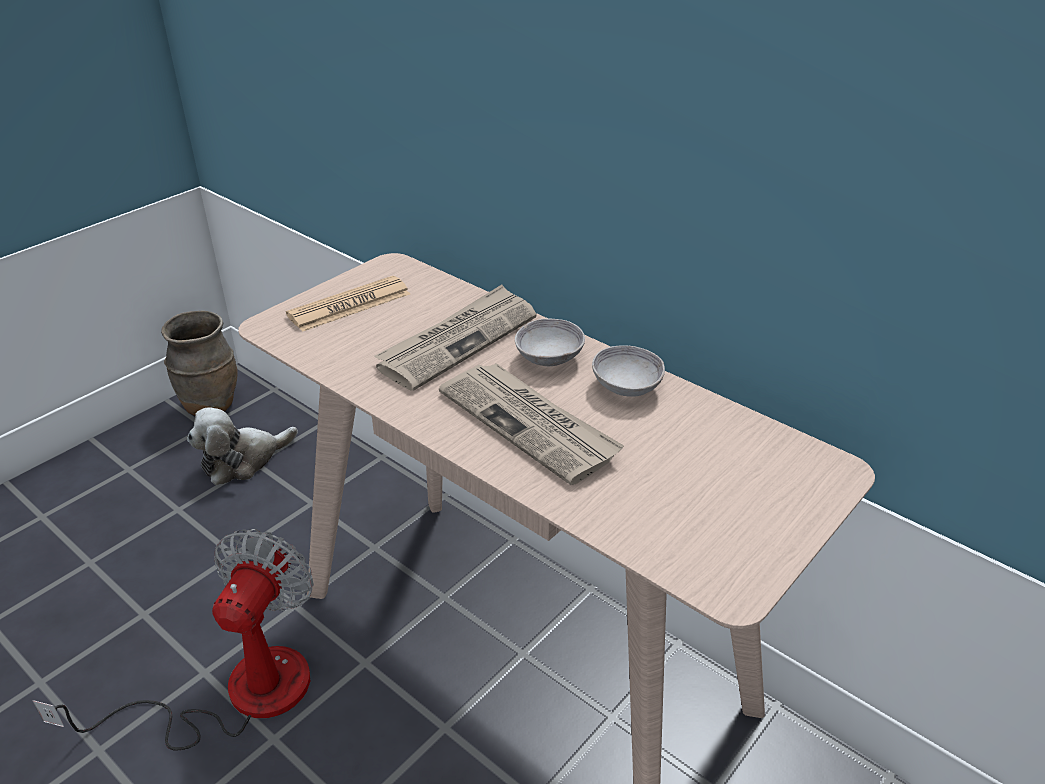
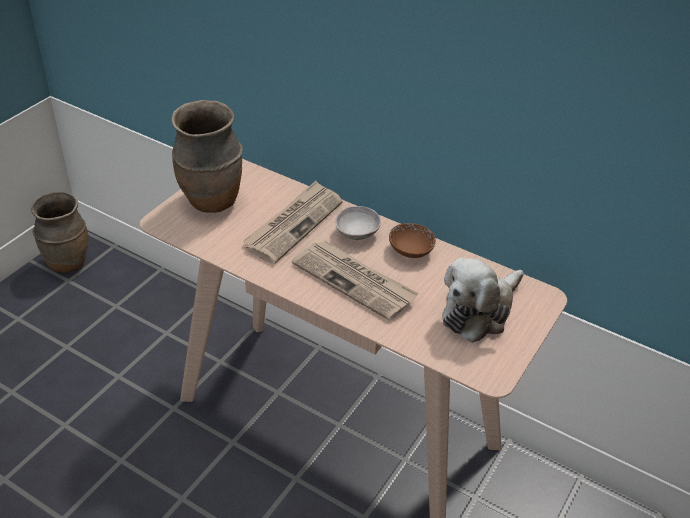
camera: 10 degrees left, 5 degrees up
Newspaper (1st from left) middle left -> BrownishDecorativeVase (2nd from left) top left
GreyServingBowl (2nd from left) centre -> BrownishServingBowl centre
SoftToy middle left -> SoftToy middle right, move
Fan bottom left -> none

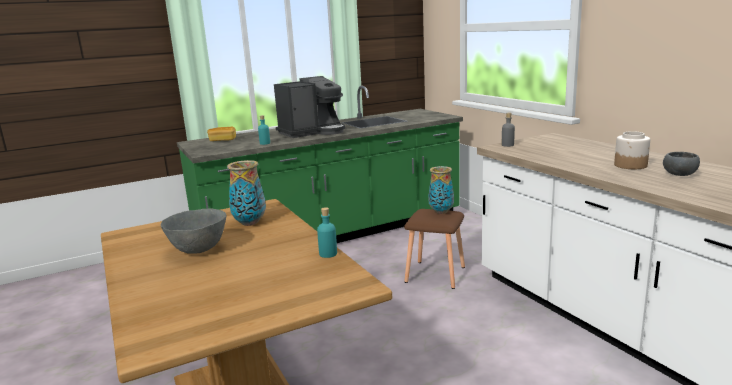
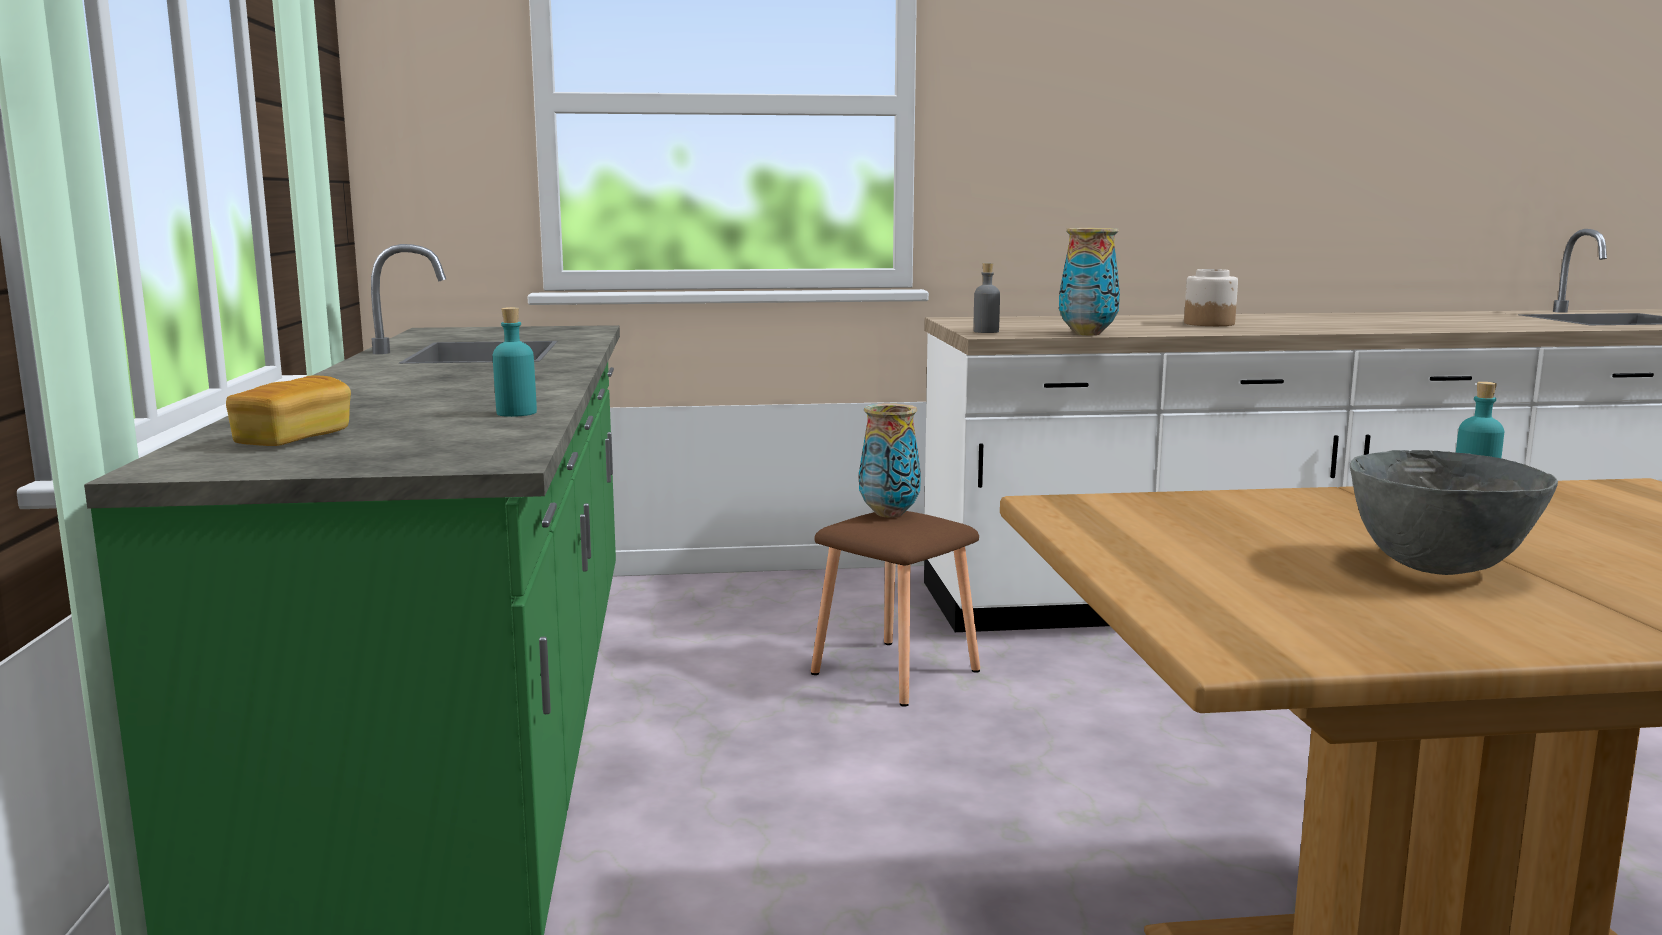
camera: 70 degrees left, 5 degrees down
CoffeeBrewer top centre -> none
GreyServingBowl (2nd from left) middle right -> none
DecorativeVase (1st from left in the first image) centre -> DecorativeVase (2nd from left) top centre, move

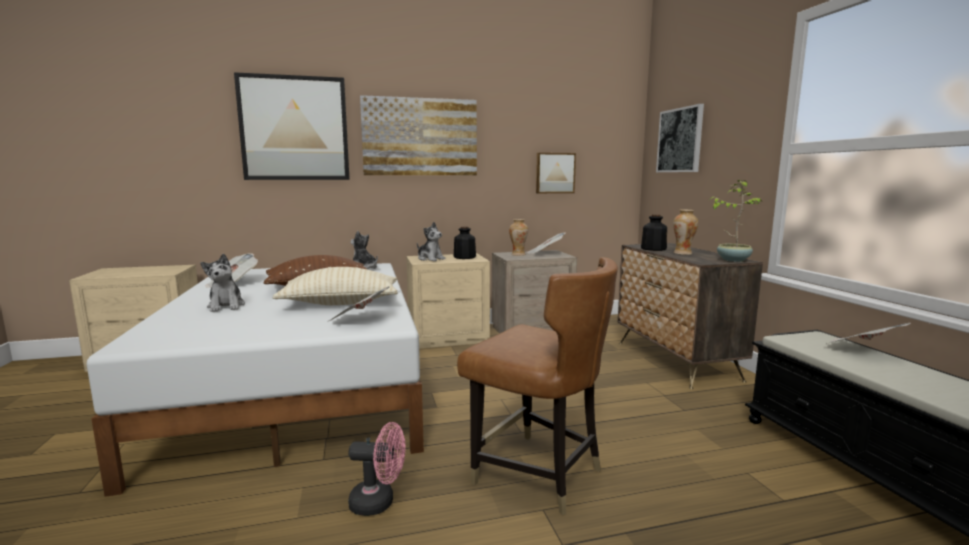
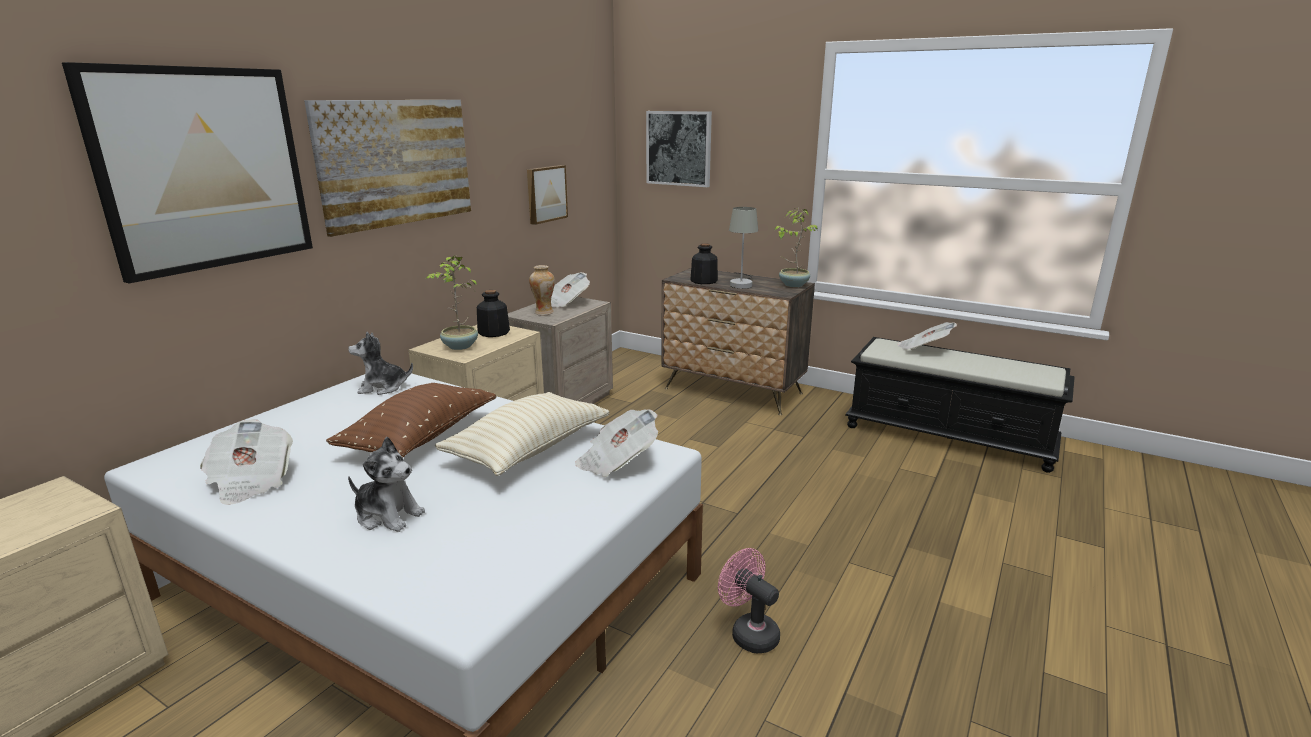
camera: 45 degrees left, 10 degrees up
DecorativeVase (2nd from left) middle right -> GreyTableLamp centre
SoftToy (3rd from left) centre -> PottedPlant (1st from left) centre
BrownishPlainChair bottom centre -> none
PinkColouredFan bottom centre, 90 degrees counterclockwise

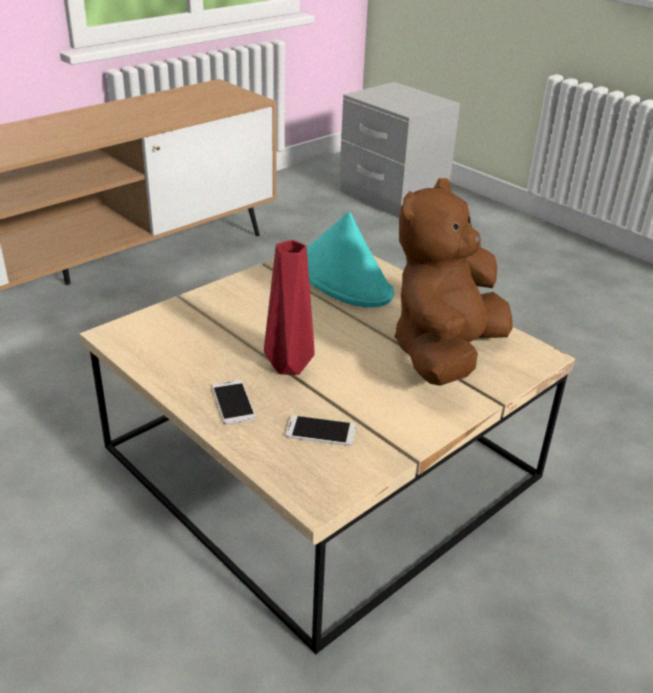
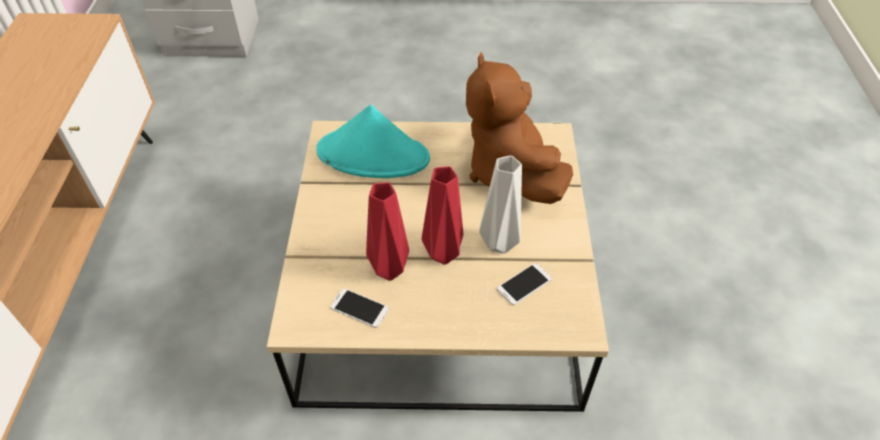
camera: 45 degrees left, 15 degrees up
Phone (1st from left) centre -> Phone (1st from left) bottom centre, move
none -> GreyDecorativeVase centre
none -> RedDecorativeVase (1st from left) centre

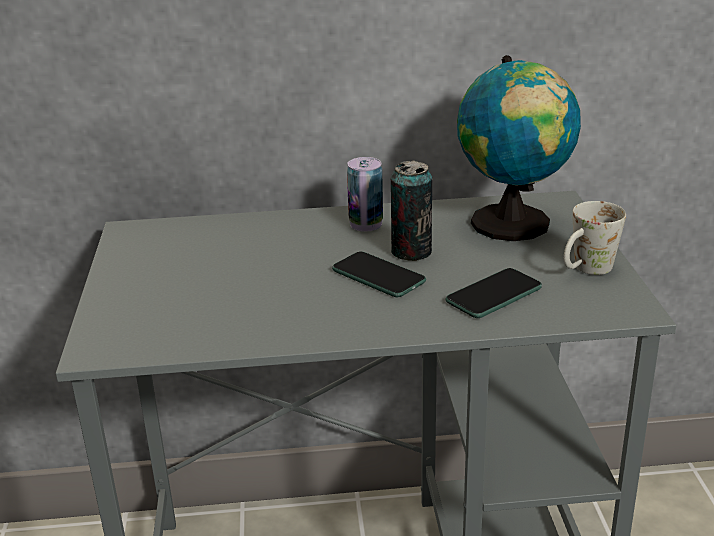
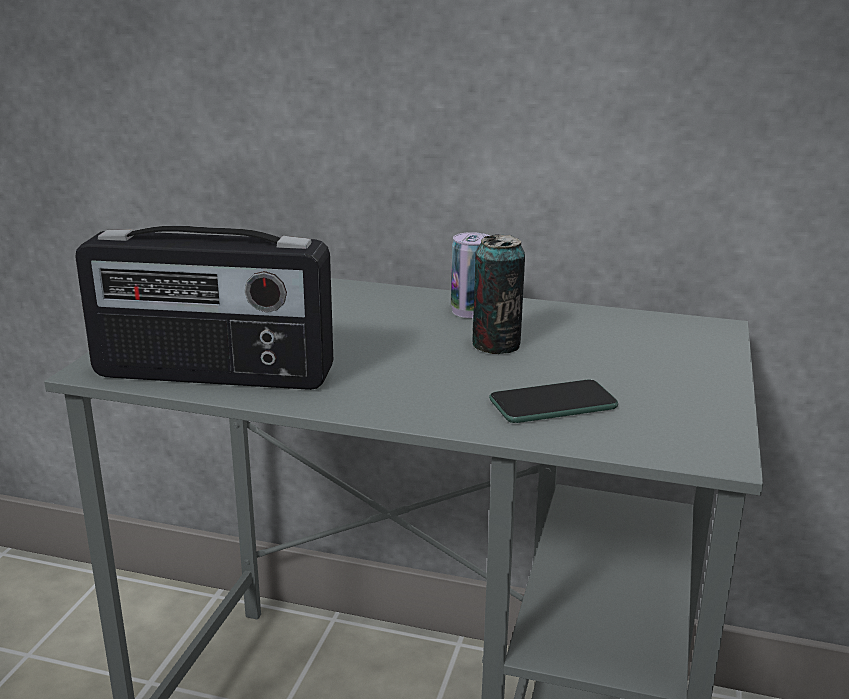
camera: 20 degrees right, 5 degrees down
DeskGlobe top right -> none
WhiteColouredCoffeeMug middle right -> none
Phone (1st from left) centre -> none
none -> RadioSet middle left

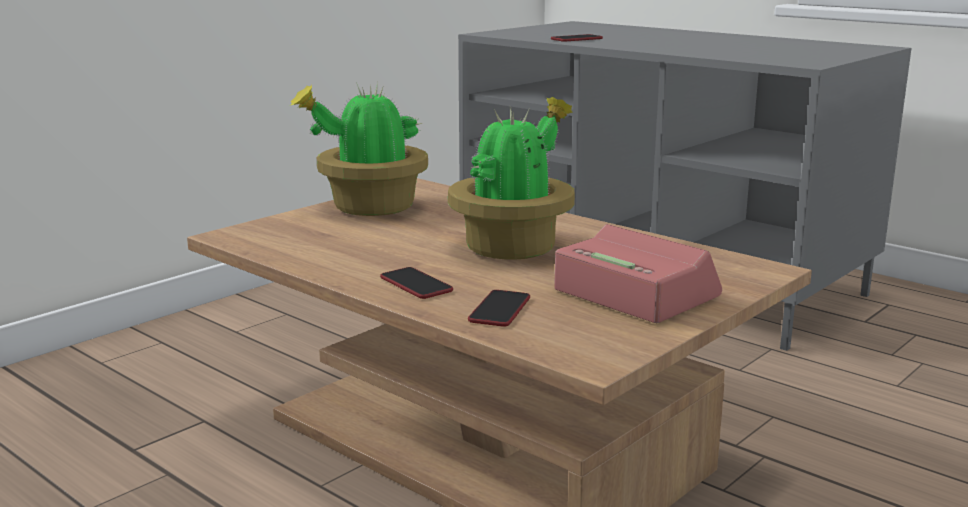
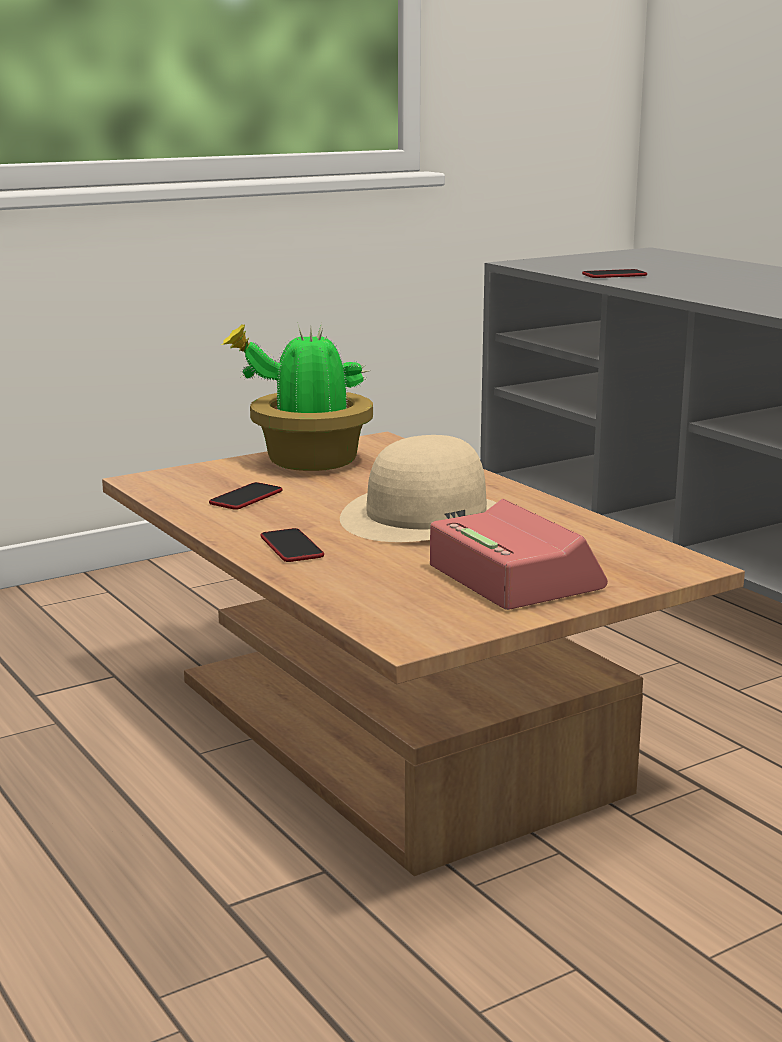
camera: 15 degrees right, 0 degrees up
PottedPlant (2nd from left) centre -> BeigeClothingHat centre
Phone (2nd from left in the first image) centre -> Phone (1st from left) middle left, move

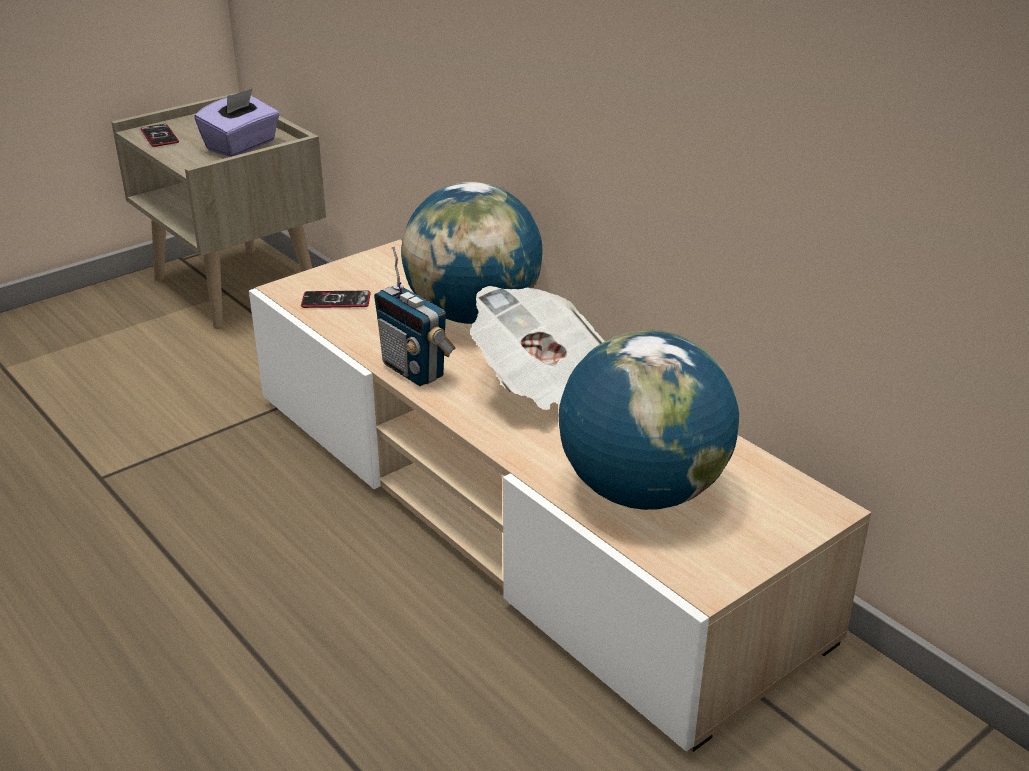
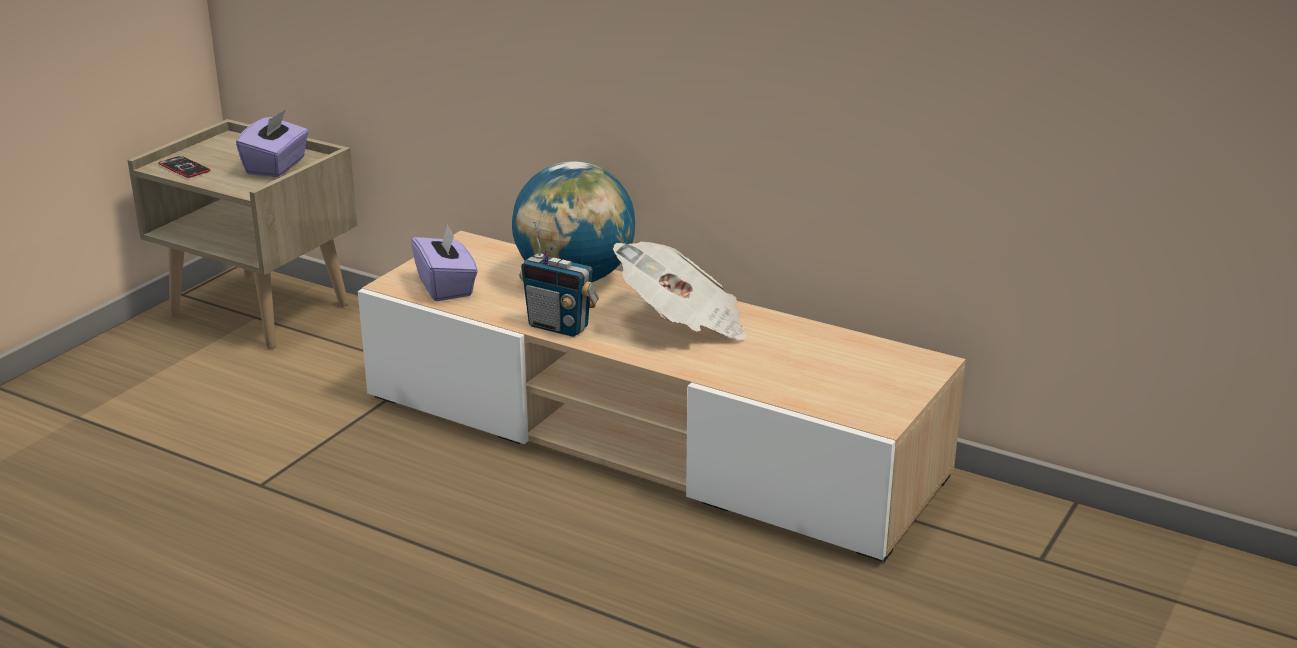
camera: 20 degrees left, 5 degrees down
Phone (2nd from left) middle left -> PurpleBoxOfTissues (2nd from left) centre
DeskGlobe (2nd from left) centre -> none

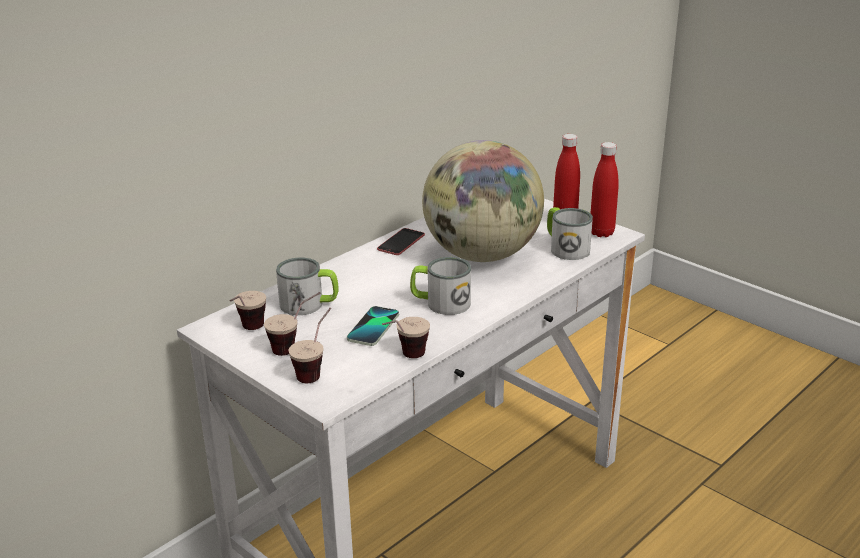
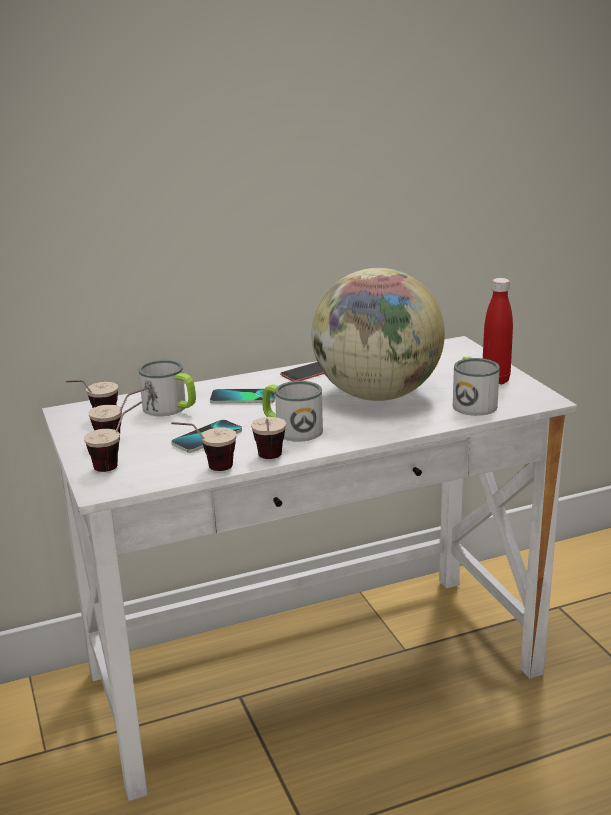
camera: 25 degrees right, 5 degrees down
RedBeverageBottle (2nd from left) middle right -> none
none -> Phone (2nd from left) centre
none -> Cup (5th from left) centre

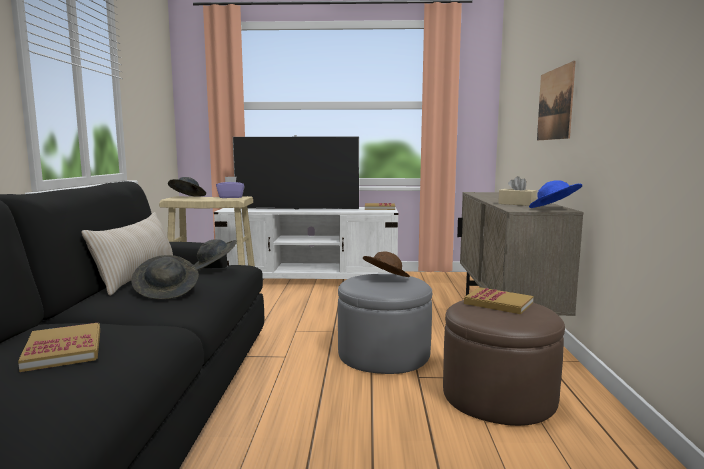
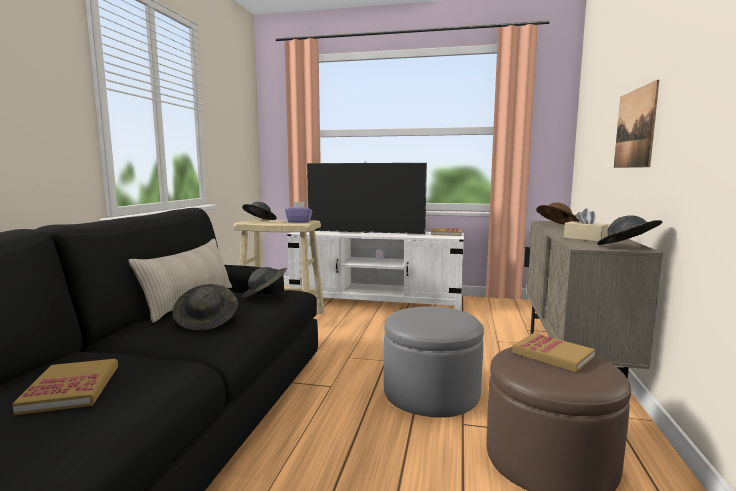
camera: 10 degrees right, 0 degrees up
BluishClothingHat middle right -> GreyClothingHat (4th from left) middle right
BrownishClothingHat centre -> BrownishClothingHat middle right, move

